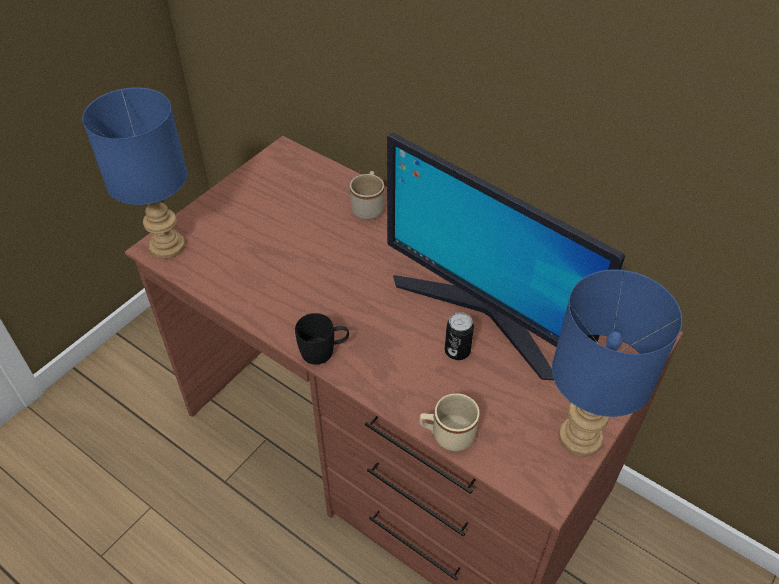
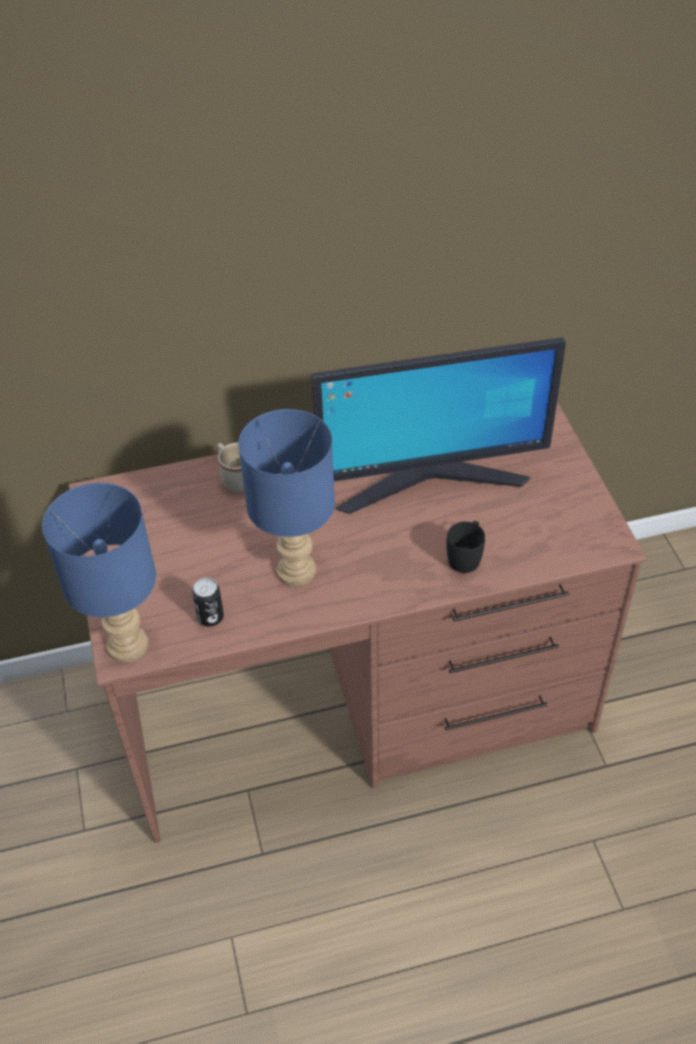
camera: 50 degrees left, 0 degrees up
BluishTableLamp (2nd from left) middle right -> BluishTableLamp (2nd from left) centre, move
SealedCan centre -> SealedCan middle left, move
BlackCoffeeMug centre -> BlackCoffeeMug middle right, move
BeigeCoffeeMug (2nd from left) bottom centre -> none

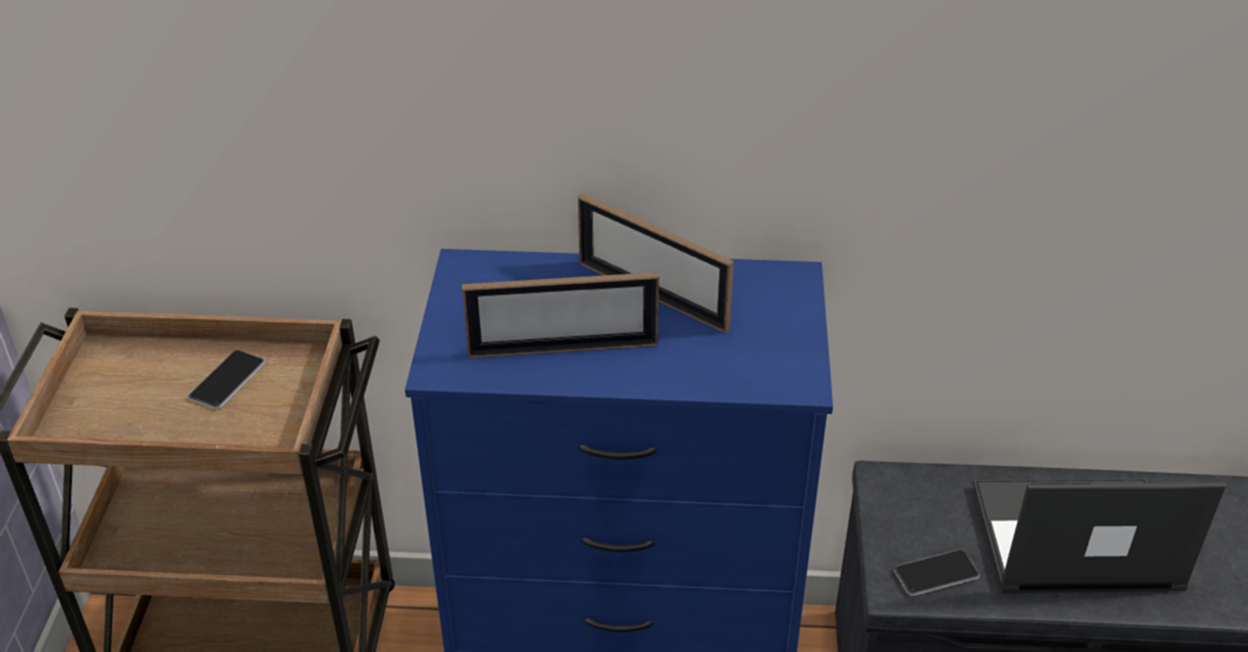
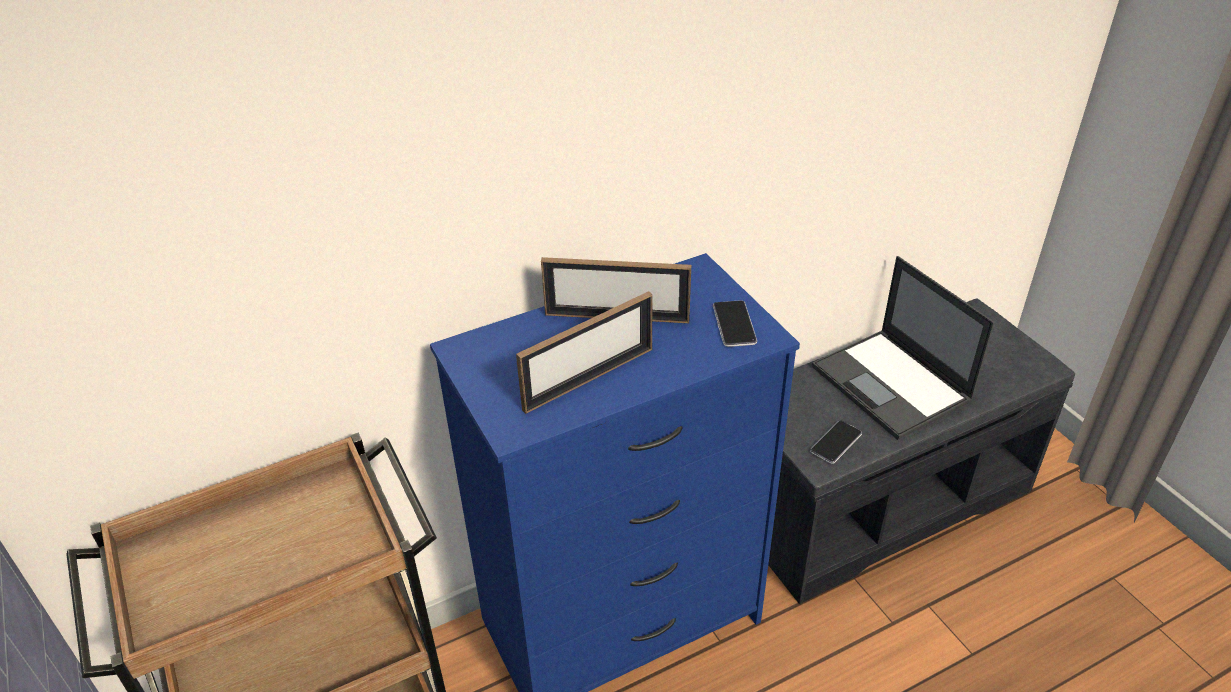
camera: 30 degrees left, 0 degrees up
Phone (1st from left) middle left -> Phone (1st from left) centre, move
Laptop bottom right -> Laptop middle right, 90 degrees counterclockwise

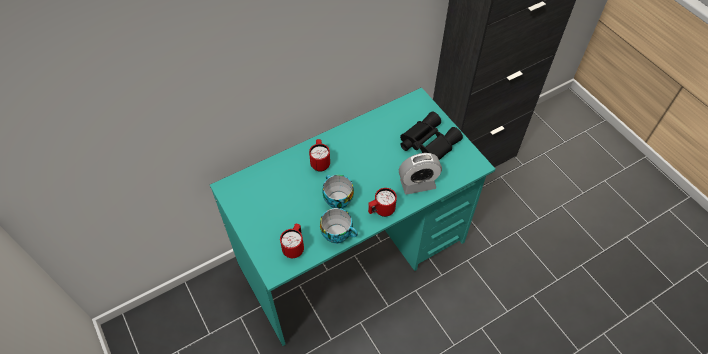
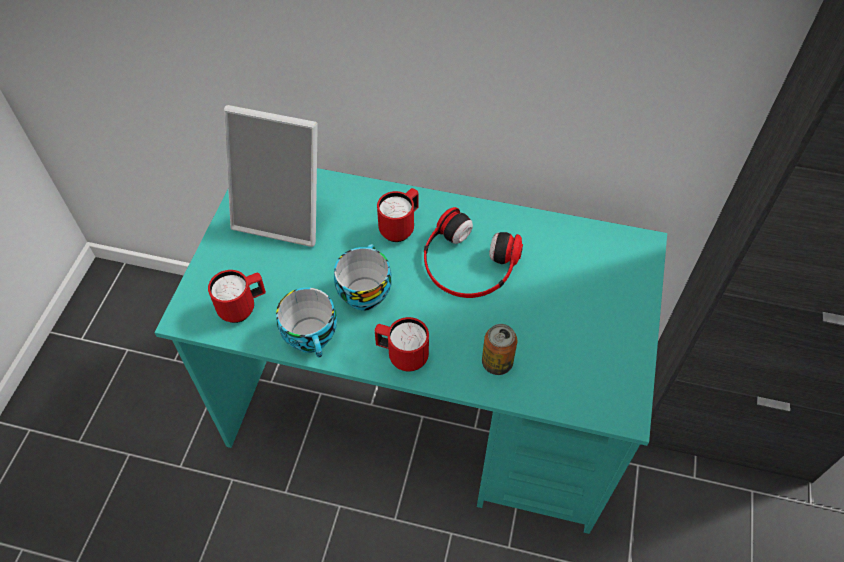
camera: 45 degrees right, 0 degrees up
BlackFieldGlasses centre -> none
AlarmClock centre -> SealedCan centre
none -> StandingFrame top left
none -> Headphones centre

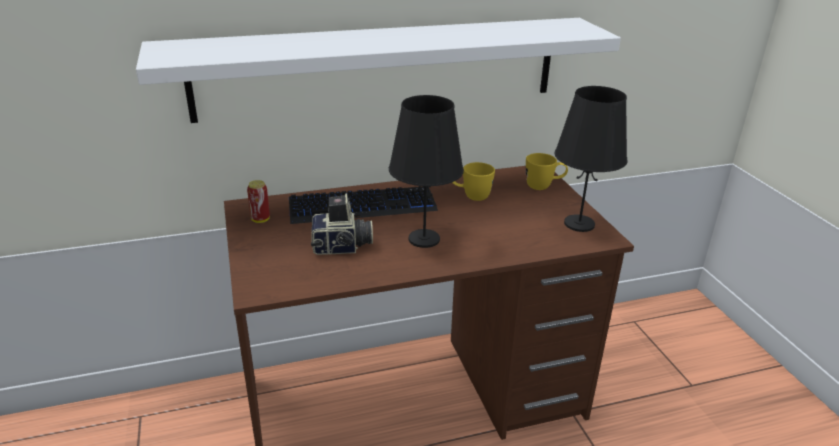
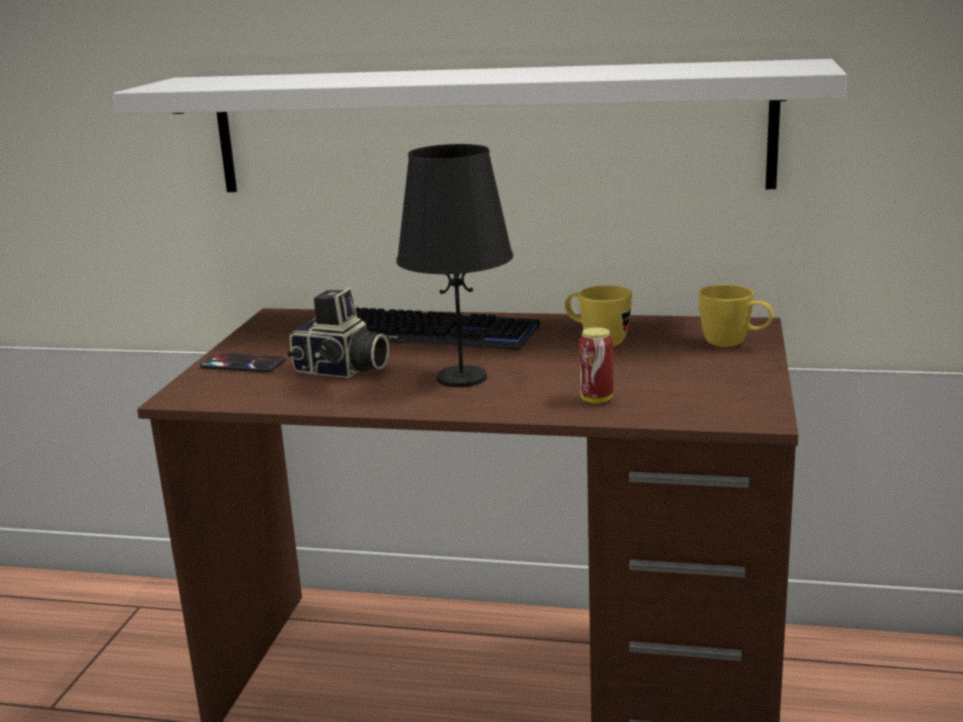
camera: 30 degrees right, 10 degrees down
BlackTableLamp (2nd from left) middle right -> none
SealedCan middle left -> SealedCan centre, move
none -> Phone middle left

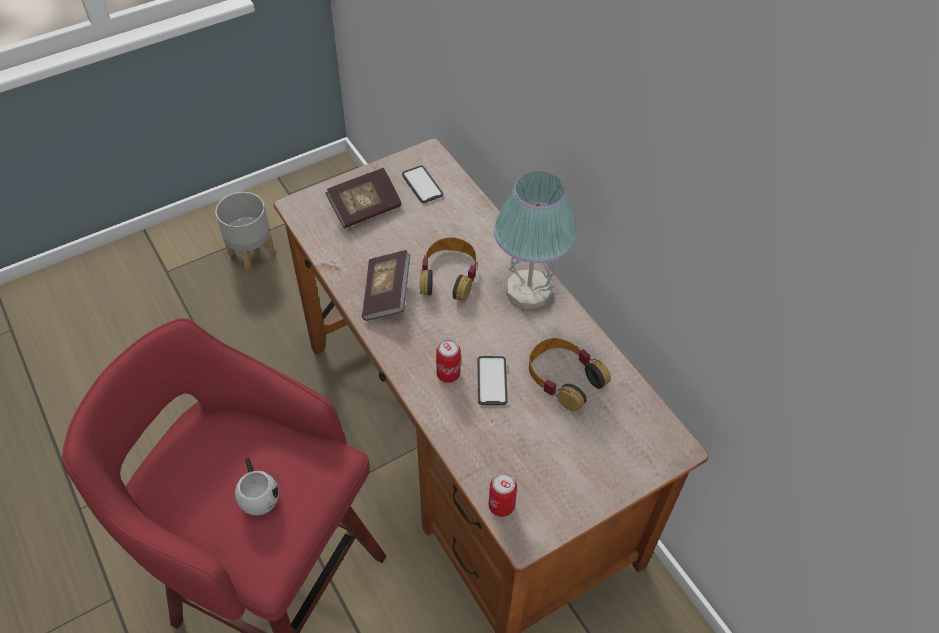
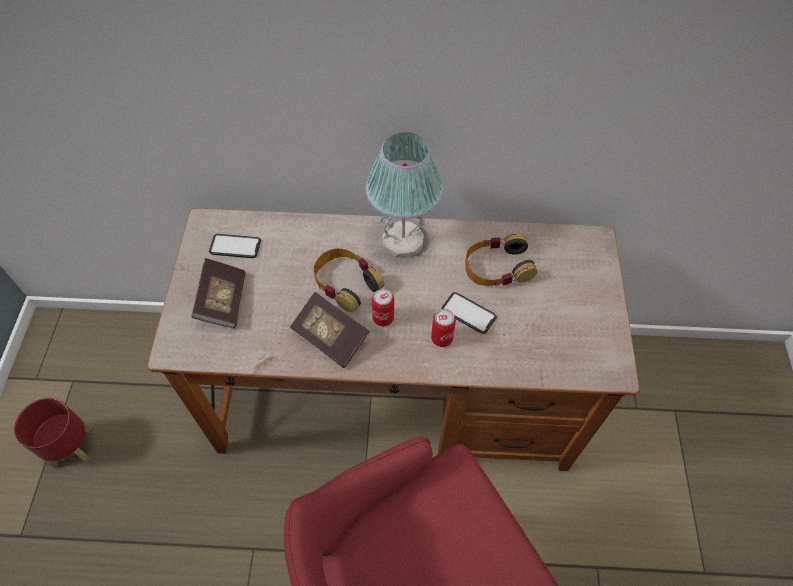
camera: 55 degrees left, 5 degrees up
GreyPlantPot middle left -> RedPlantPot bottom left
WhiteColouredCoffeeMug bottom left -> none
SealedCan (2nd from left in the first image) bottom centre -> SealedCan (1st from left) centre, move

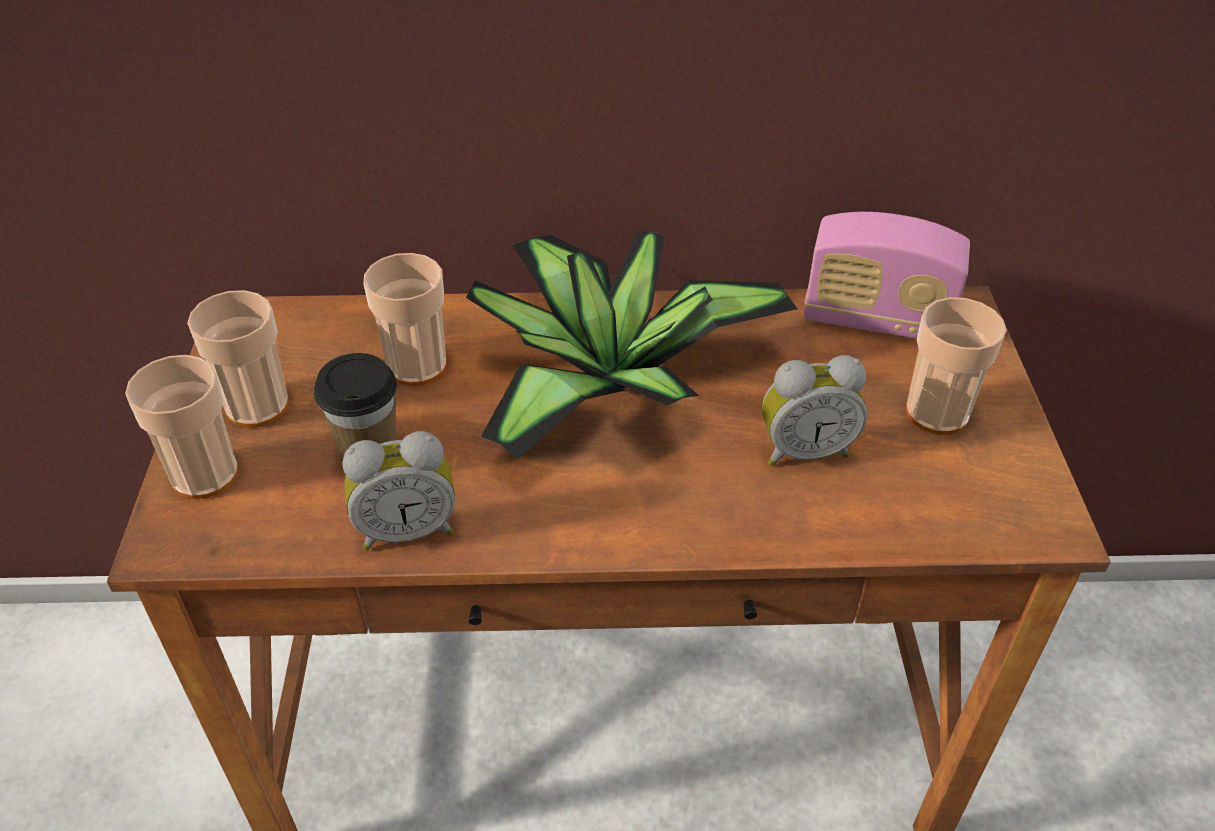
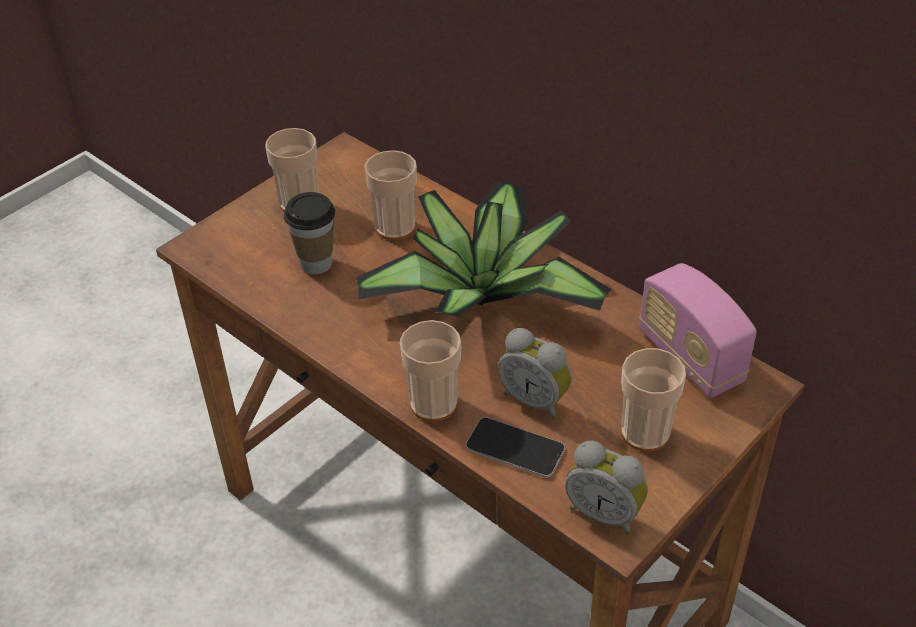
camera: 45 degrees right, 0 degrees up
Cup (1st from left in the first image) middle left -> Cup (4th from left) centre, move
AlarmClock (1st from left in the first image) middle left -> AlarmClock (2nd from left) bottom centre, move
none -> Phone bottom centre

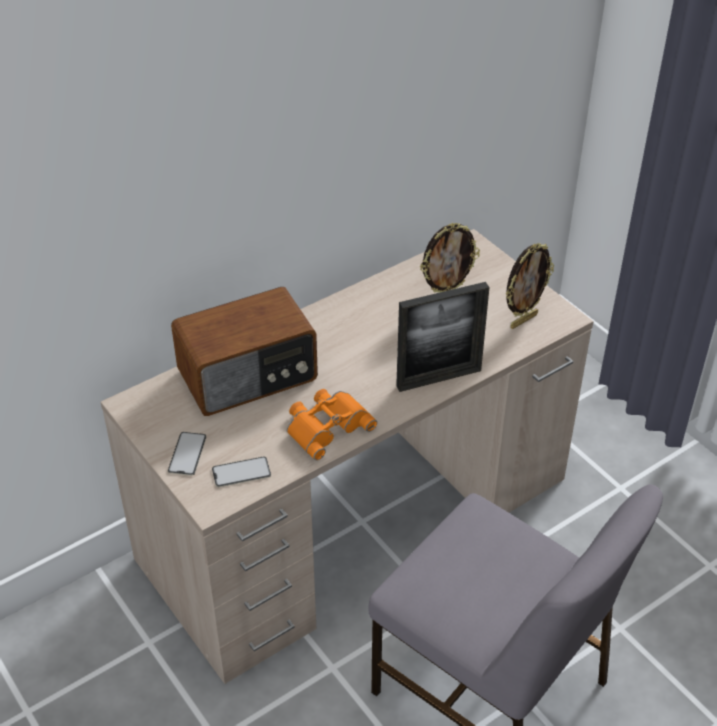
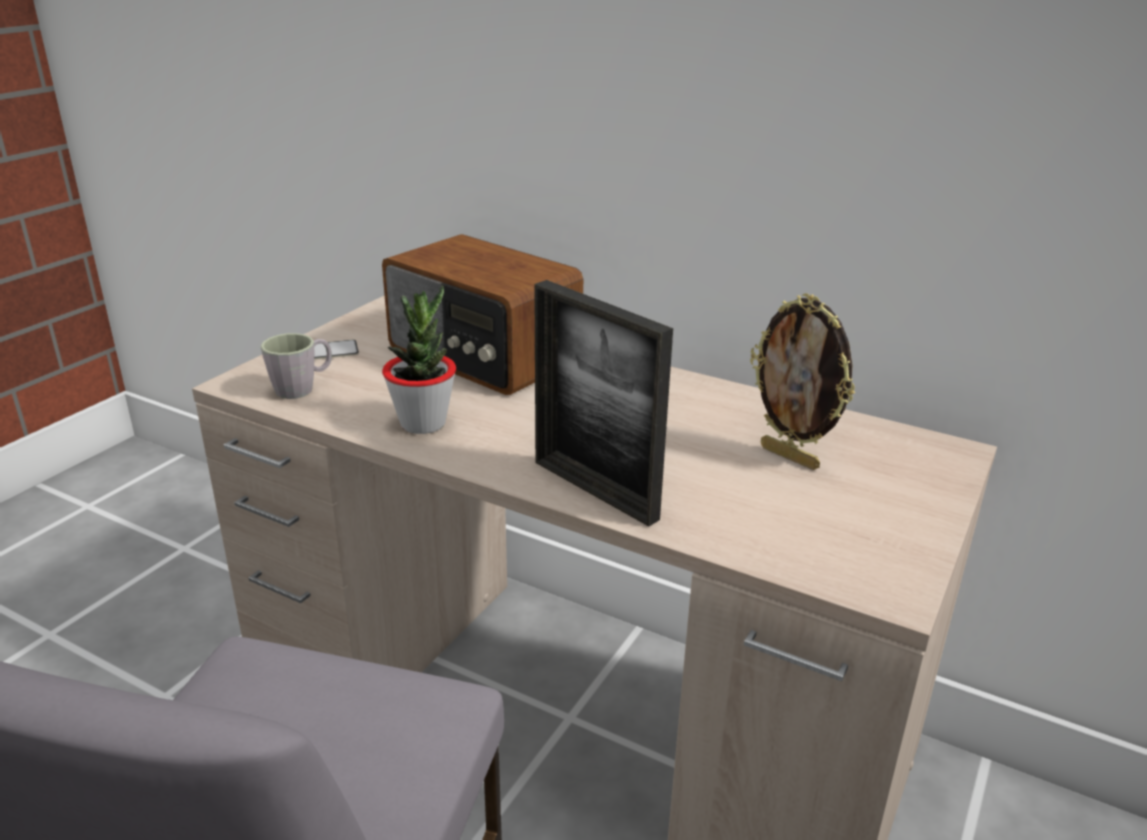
camera: 65 degrees right, 15 degrees down
StandingFrame (3rd from left) middle right -> none
OrangeFieldGlasses centre -> PottedPlant centre
Phone (2nd from left) centre -> GreyCoffeeMug middle left

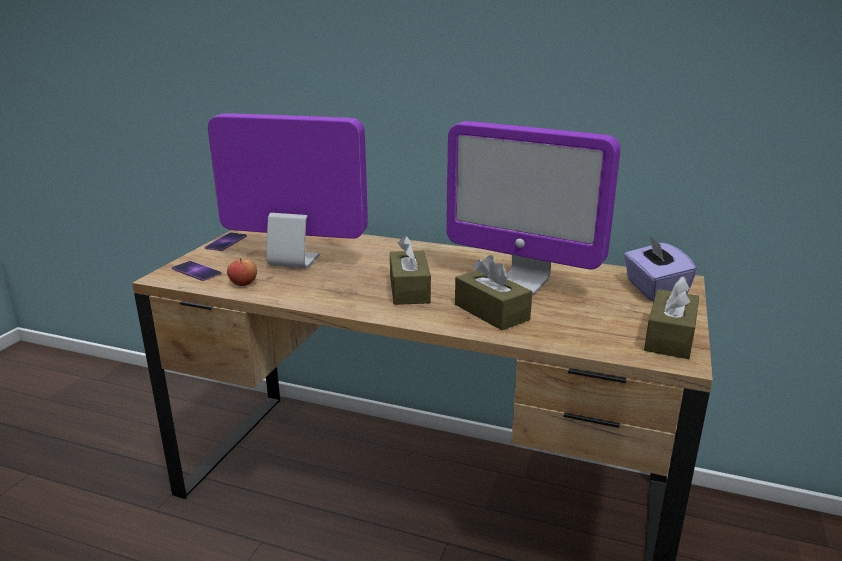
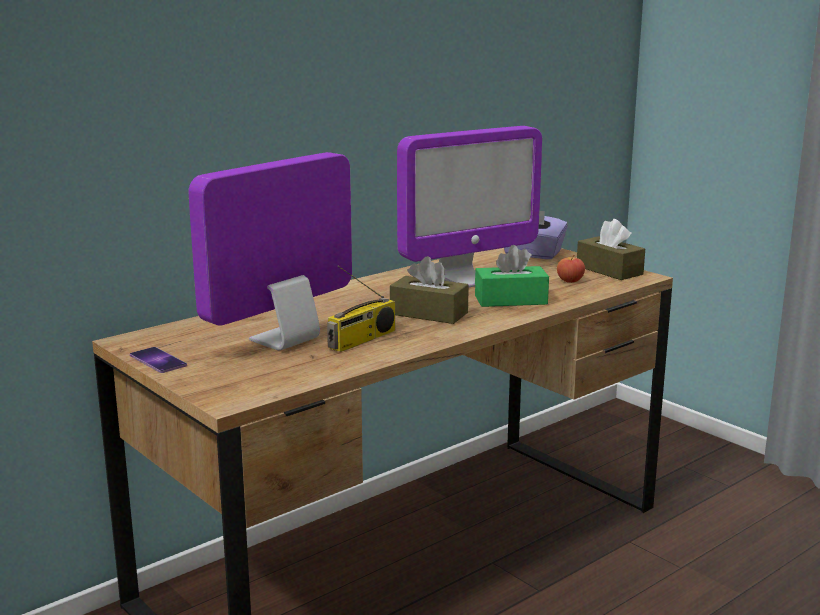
camera: 60 degrees left, 5 degrees down
BrownishBoxOfTissues (2nd from left) centre -> GreenishBoxOfTissues centre
WholeApple middle left -> WholeApple middle right, move
Phone (1st from left) middle left -> none
none -> RadioSet centre

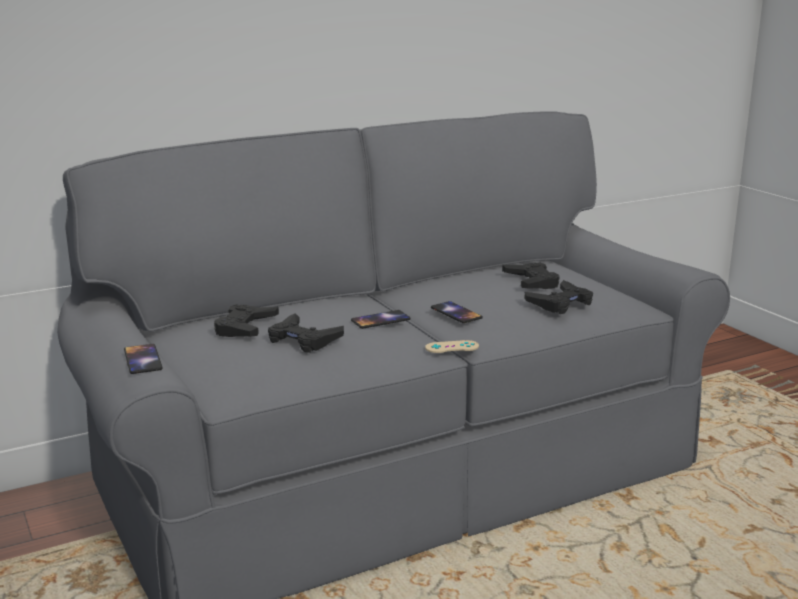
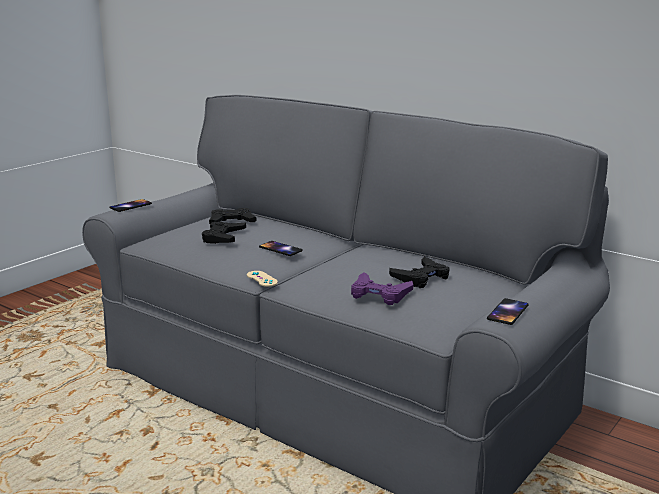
camera: 65 degrees right, 0 degrees up
BlackJoypad (4th from left) middle right -> PurpleJoypad centre
Phone (3rd from left) centre -> Phone (3rd from left) middle right, move

